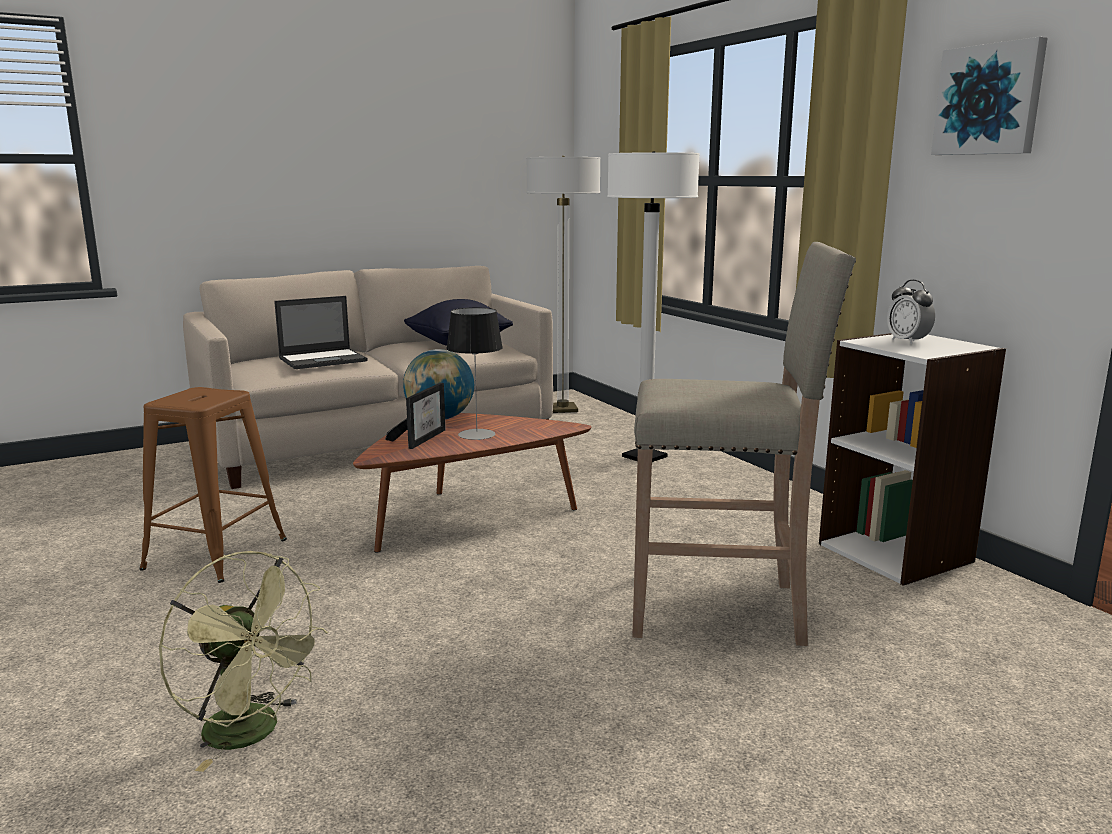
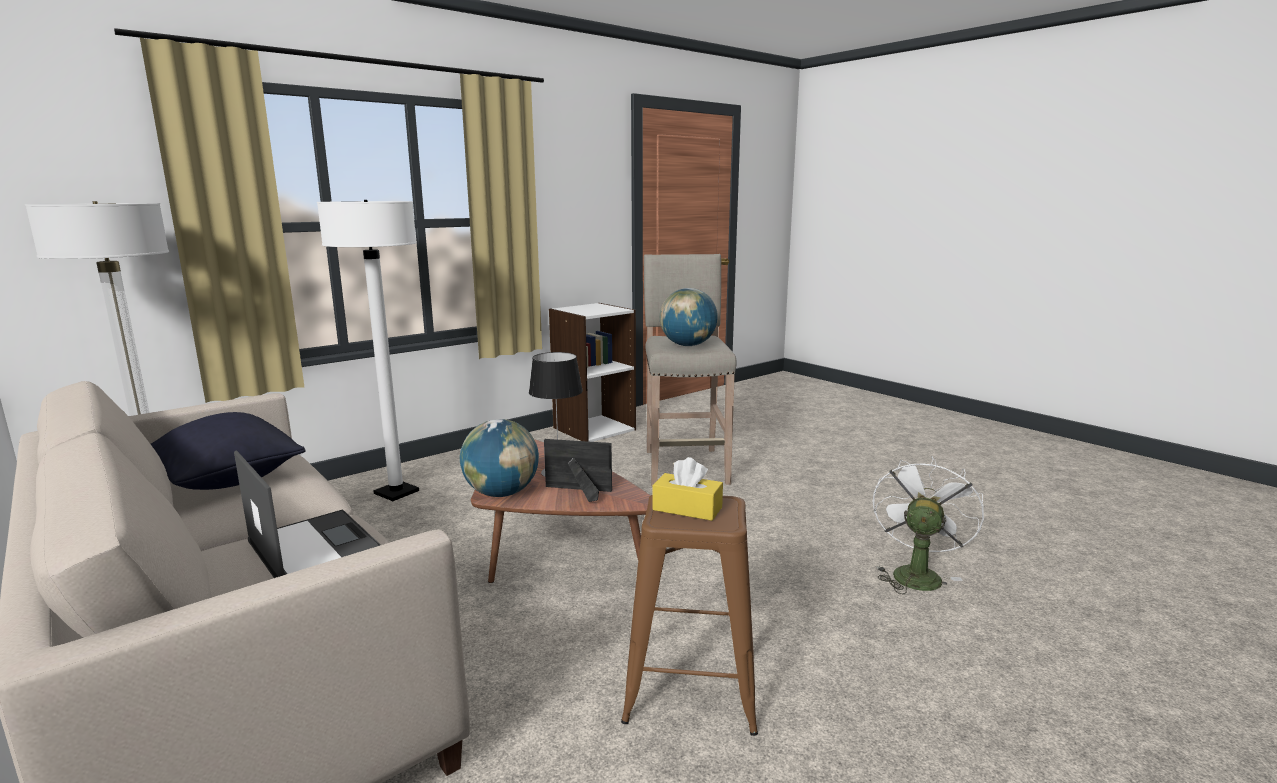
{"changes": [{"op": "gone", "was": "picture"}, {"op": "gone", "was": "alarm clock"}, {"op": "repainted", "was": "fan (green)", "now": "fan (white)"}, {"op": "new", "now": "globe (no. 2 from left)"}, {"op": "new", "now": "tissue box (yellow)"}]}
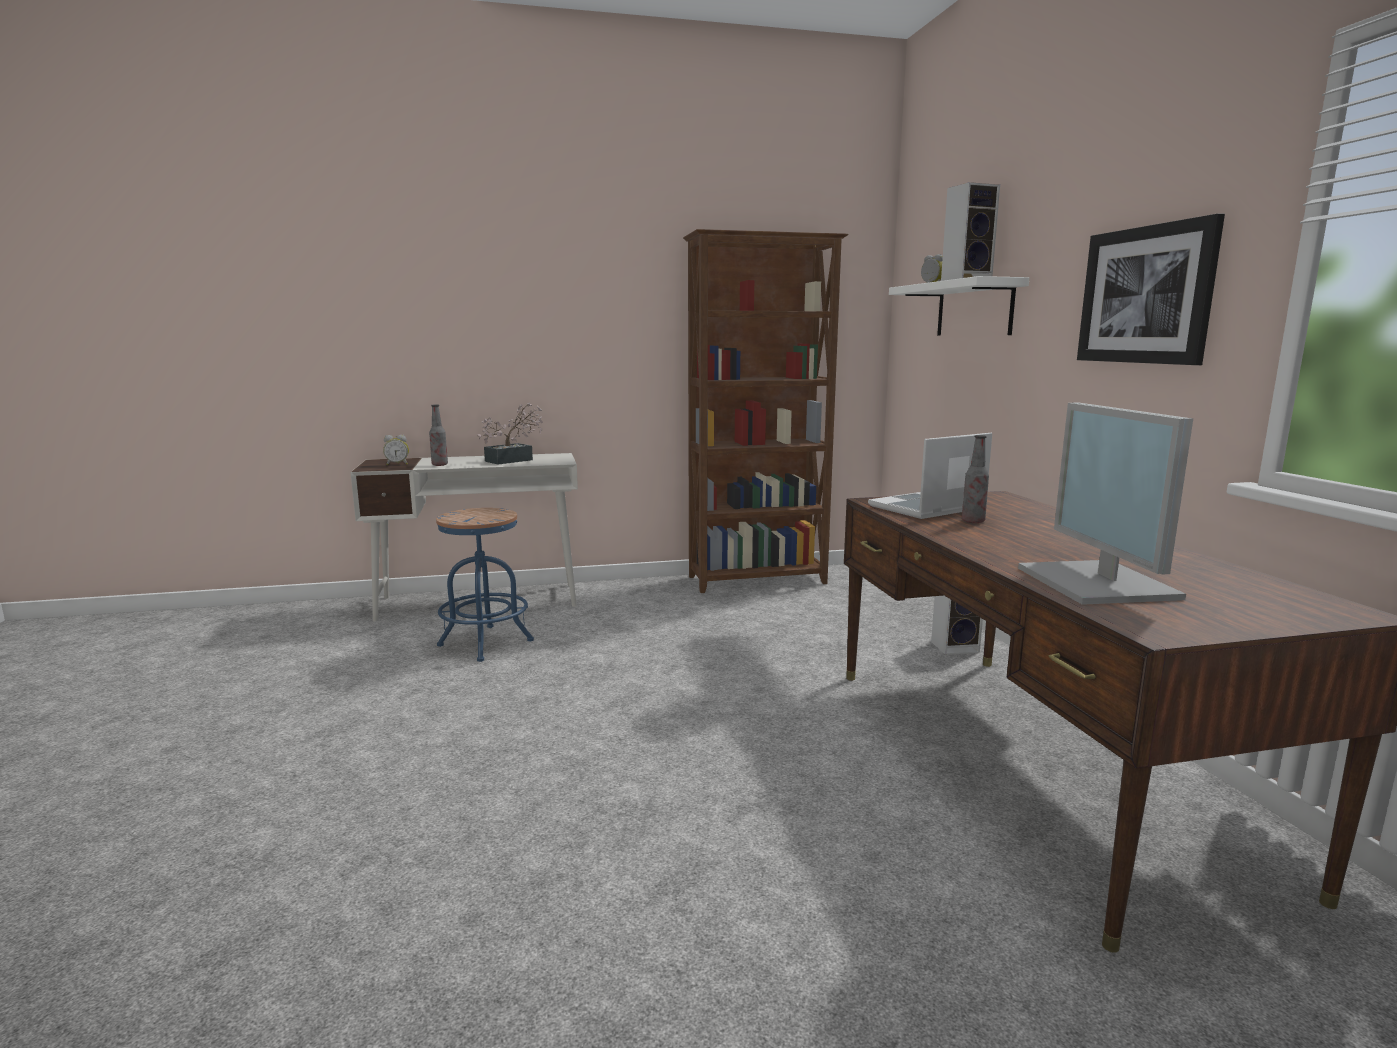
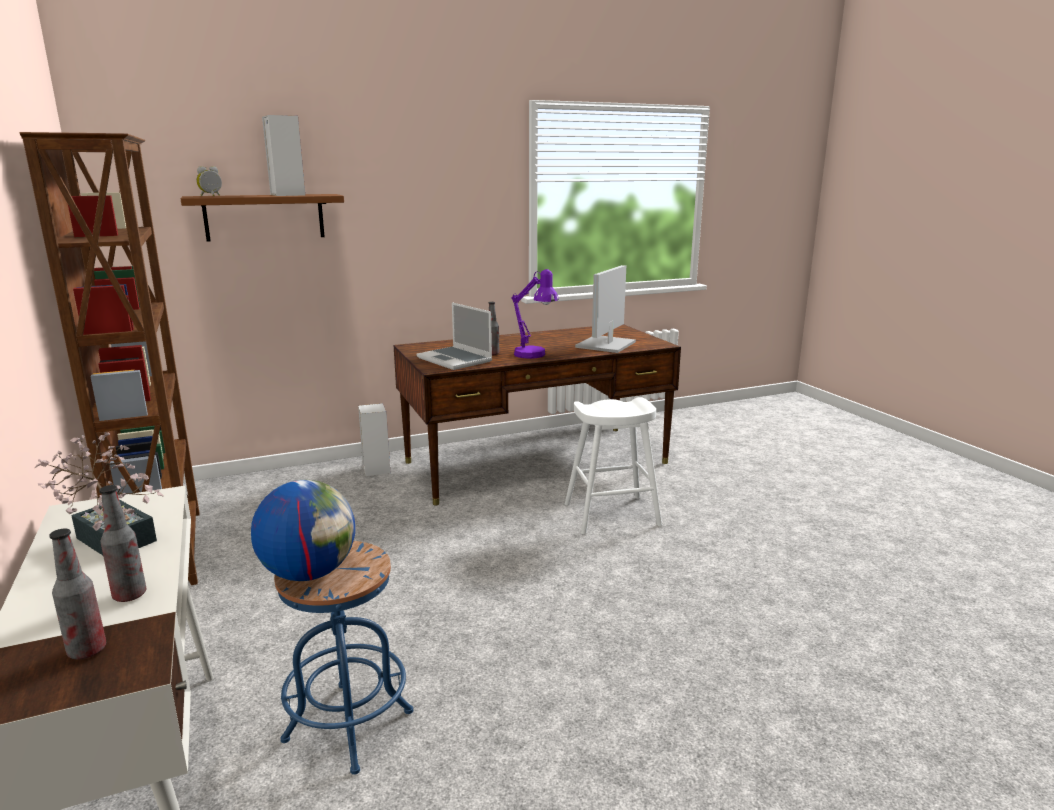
{"changes": [{"op": "gone", "was": "picture"}, {"op": "repainted", "was": "shelf (white)", "now": "shelf (brown)"}, {"op": "rotated", "was": "monitor", "clockwise": 135}, {"op": "swapped", "was": "alarm clock (no. 1 from left)", "now": "bottle (no. 1 from left)"}, {"op": "new", "now": "table lamp (purple)"}, {"op": "new", "now": "stool (white)"}, {"op": "new", "now": "globe"}]}
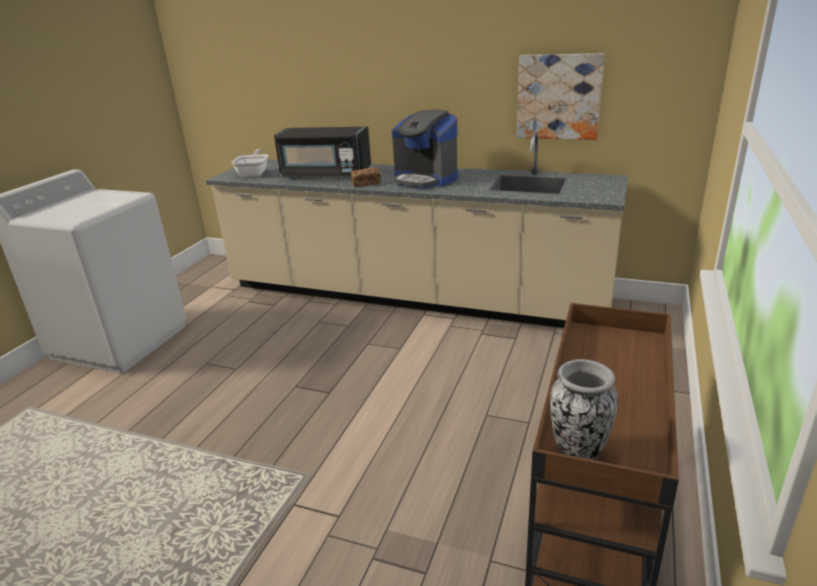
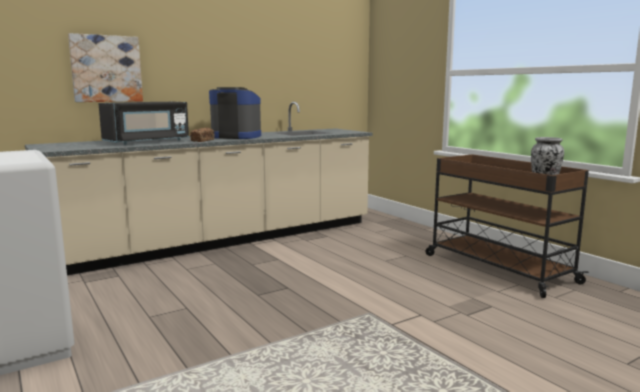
{"changes": [{"op": "shifted", "was": "picture"}, {"op": "rotated", "was": "coffee machine", "clockwise": -150}, {"op": "gone", "was": "frying pan"}]}
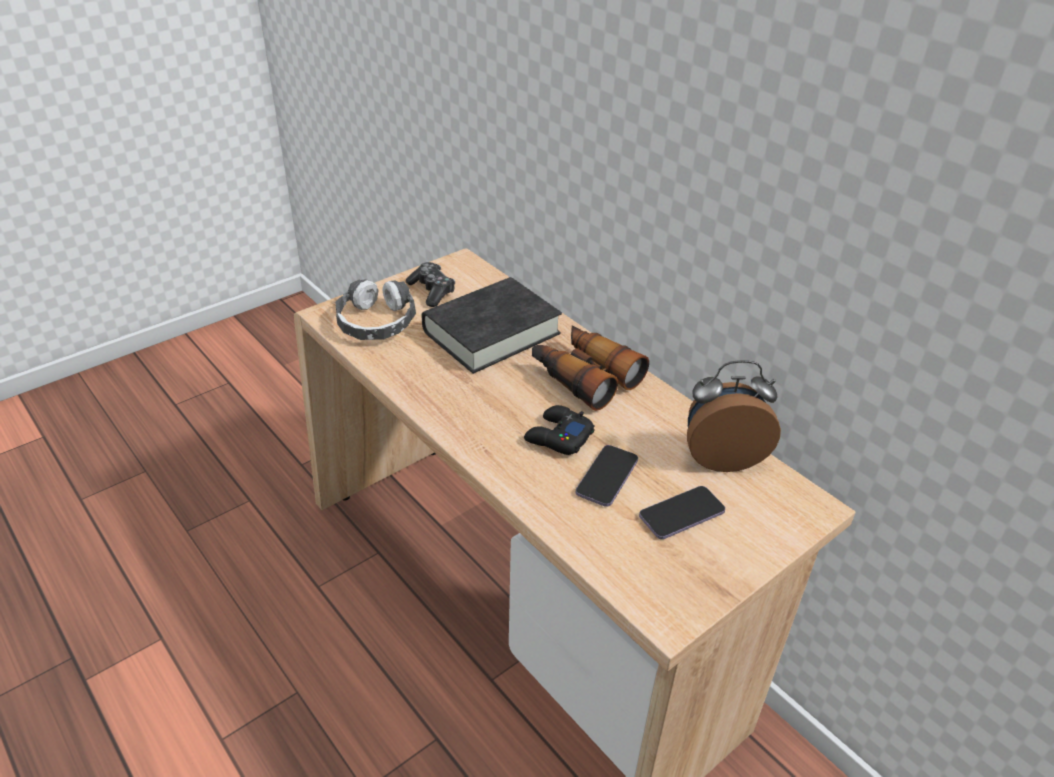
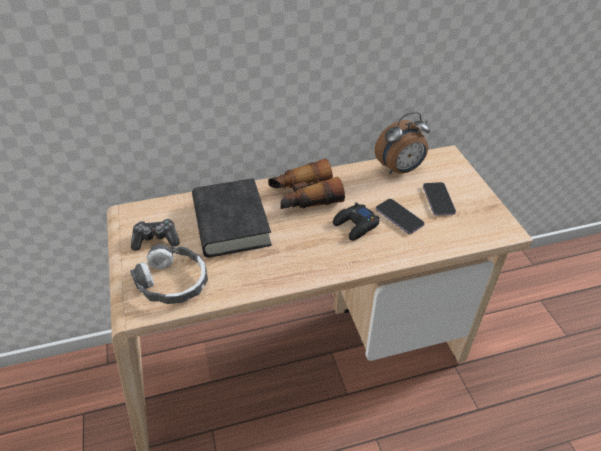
{"changes": [{"op": "rotated", "was": "alarm clock", "clockwise": -135}]}
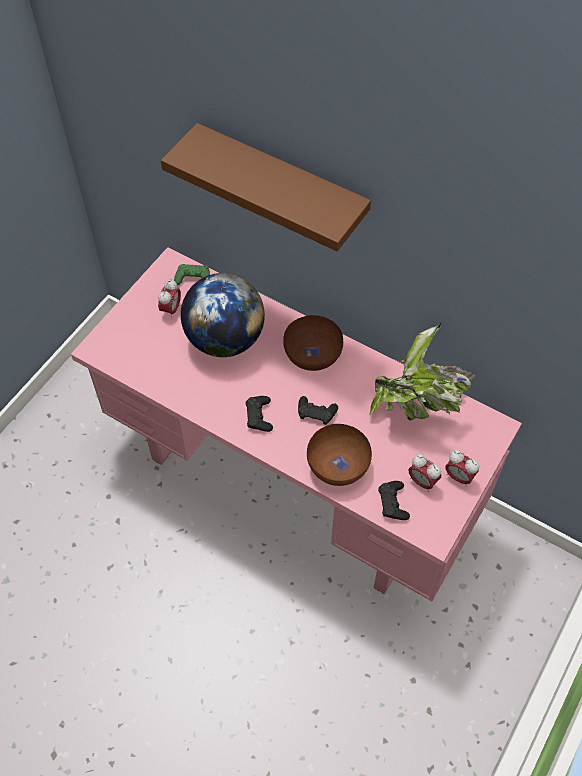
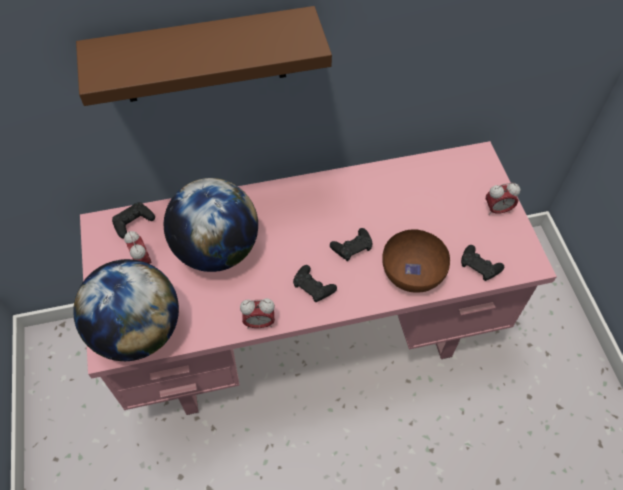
{"changes": [{"op": "repainted", "was": "game controller (green)", "now": "game controller (black) (no. 1 from left)"}, {"op": "gone", "was": "bowl (brown) (no. 1 from left)"}, {"op": "gone", "was": "potted plant"}, {"op": "shifted", "was": "alarm clock (no. 2 from left)"}, {"op": "new", "now": "globe (no. 1 from left)"}]}
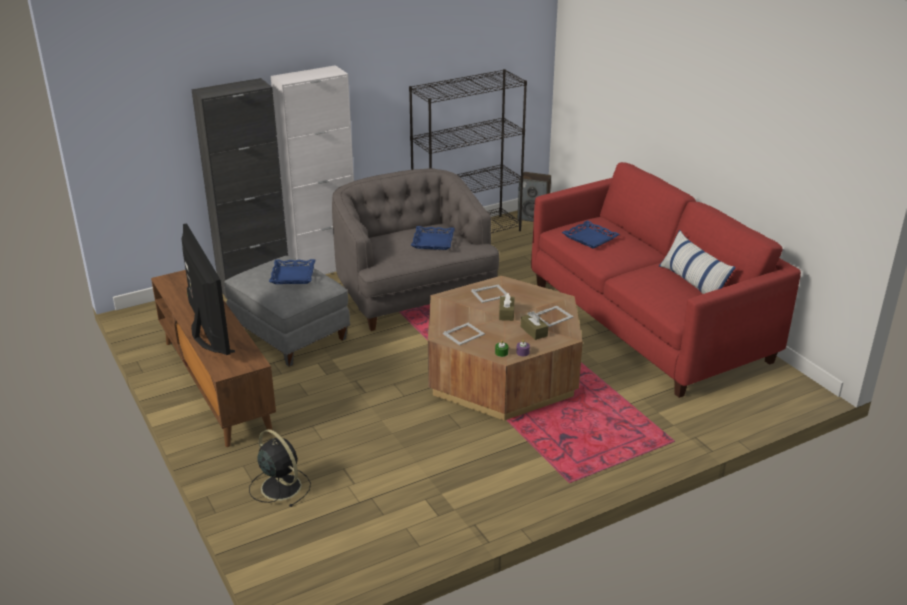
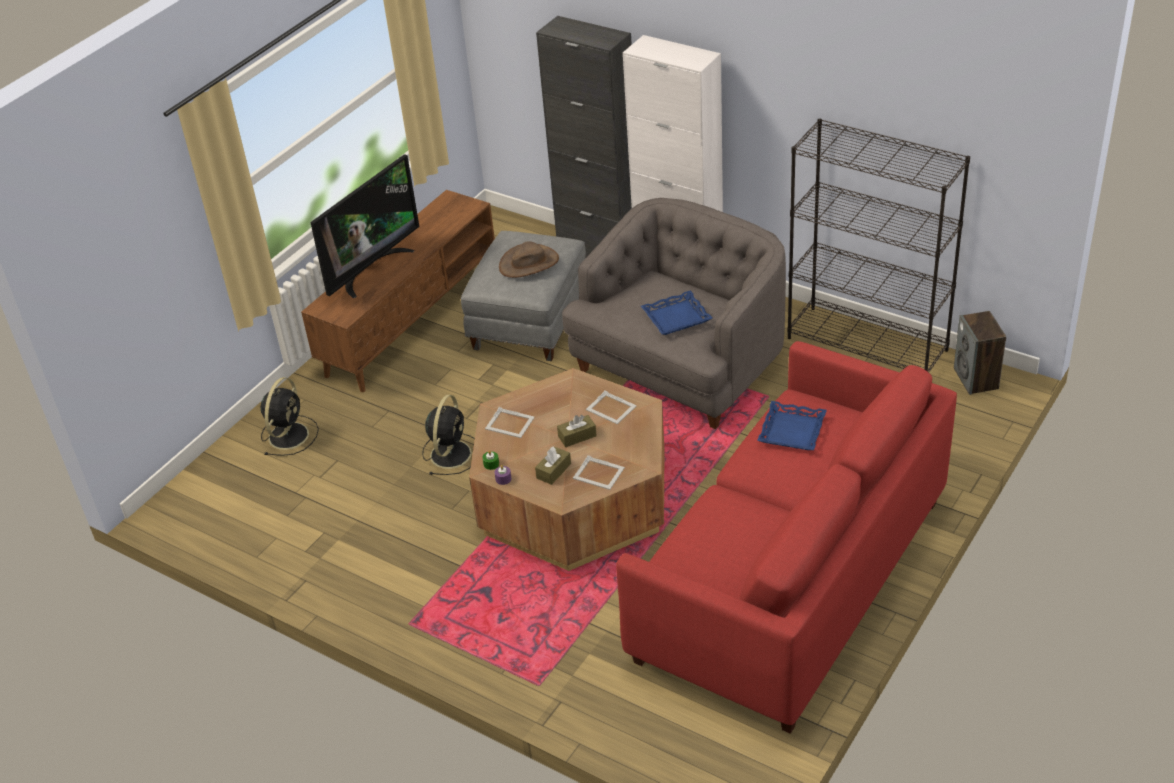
{"changes": [{"op": "gone", "was": "pillow"}, {"op": "swapped", "was": "tray (blue) (no. 1 from left)", "now": "hat (brown)"}, {"op": "new", "now": "fan (black) (no. 2 from left)"}]}
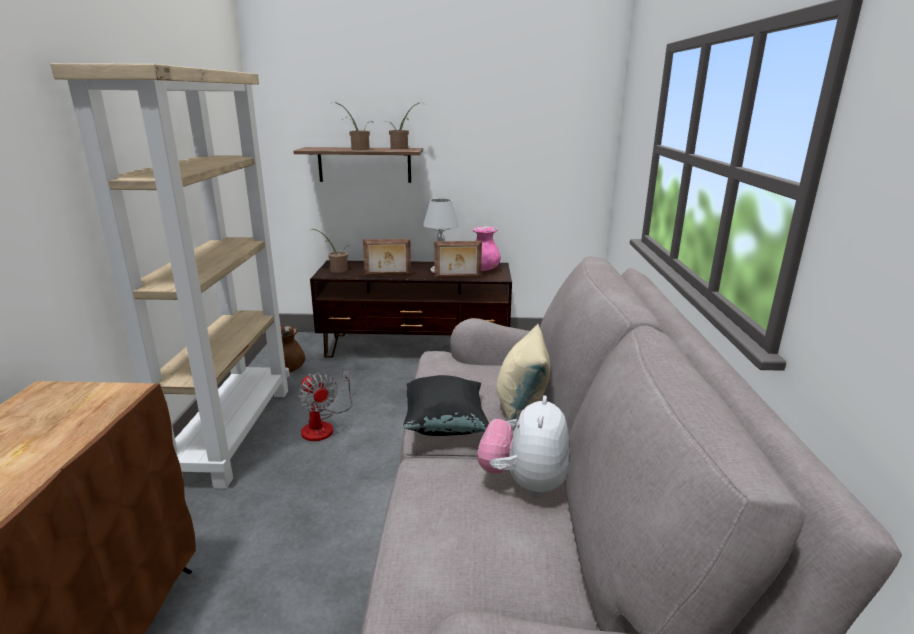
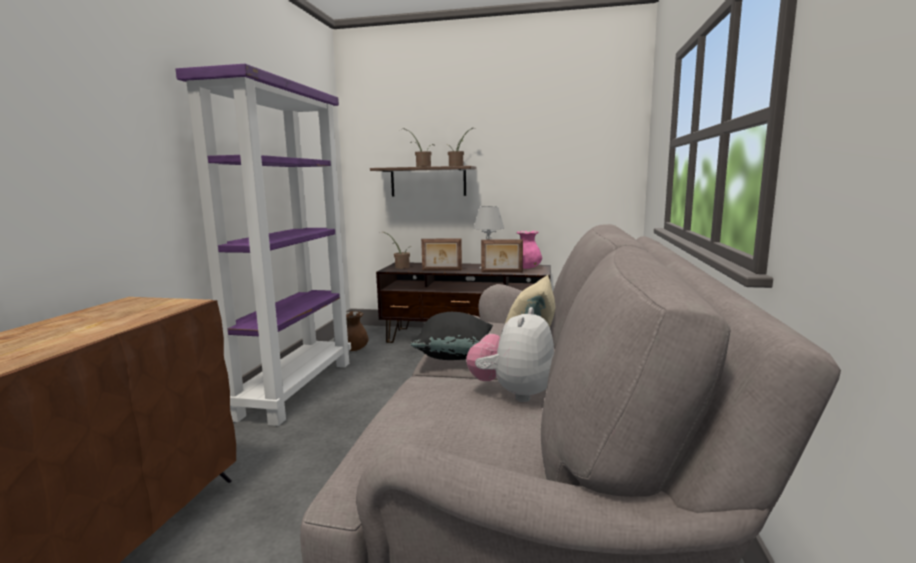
{"changes": [{"op": "repainted", "was": "bookcase (beige)", "now": "bookcase (purple)"}, {"op": "gone", "was": "fan"}]}
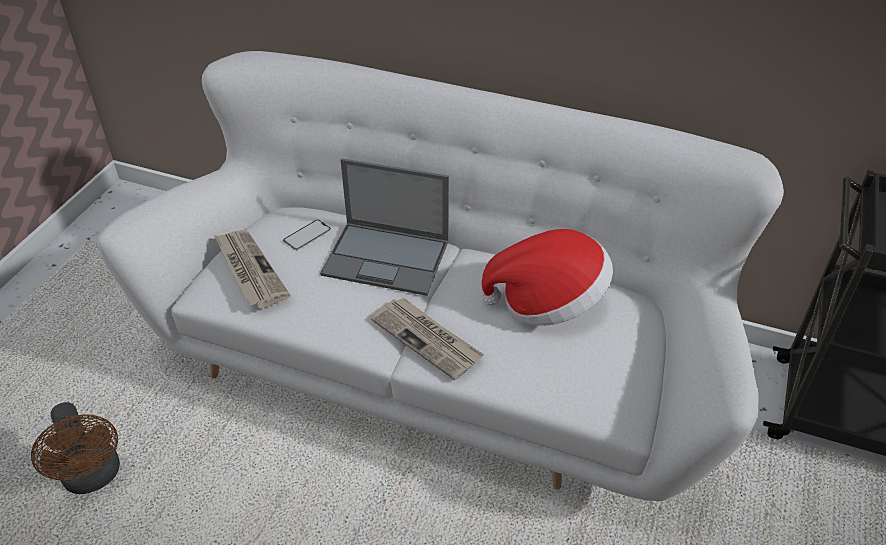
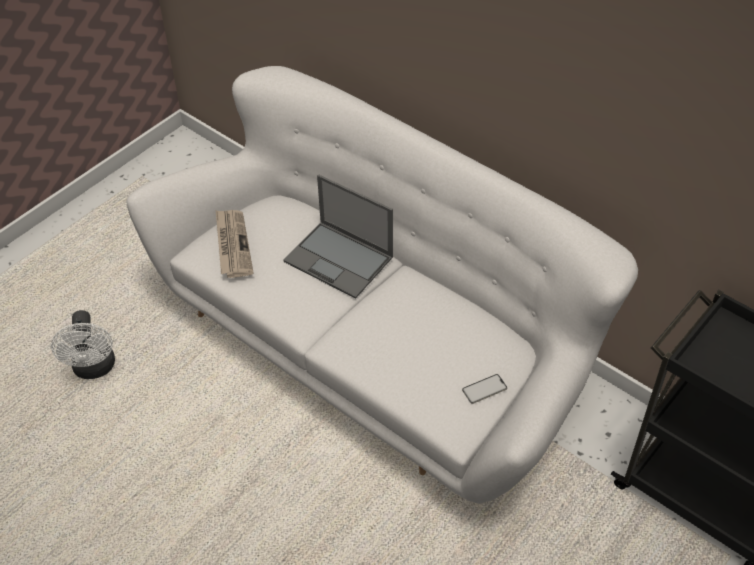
{"changes": [{"op": "shifted", "was": "phone"}, {"op": "gone", "was": "hat"}, {"op": "gone", "was": "newspaper (no. 2 from left)"}, {"op": "repainted", "was": "fan (brown)", "now": "fan (white)"}]}
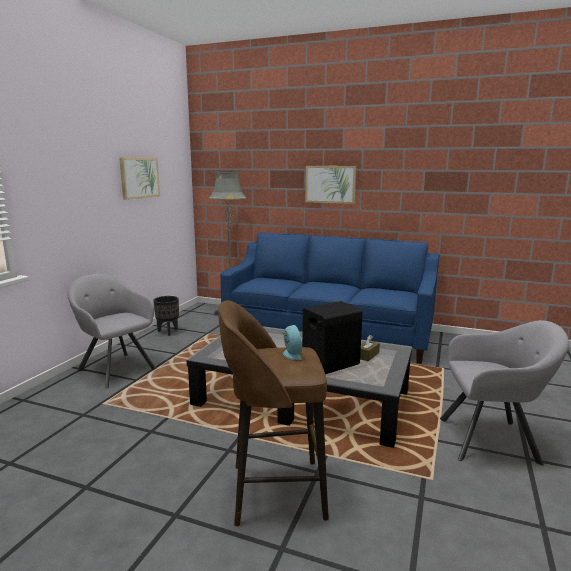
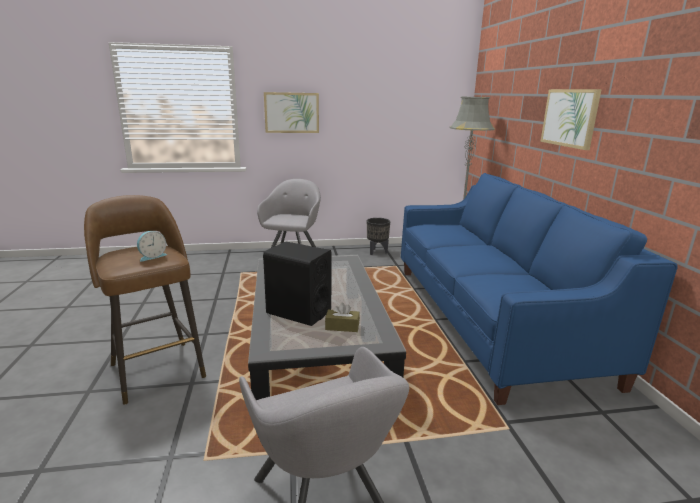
{"changes": [{"op": "shifted", "was": "picture (no. 1 from left)"}]}
